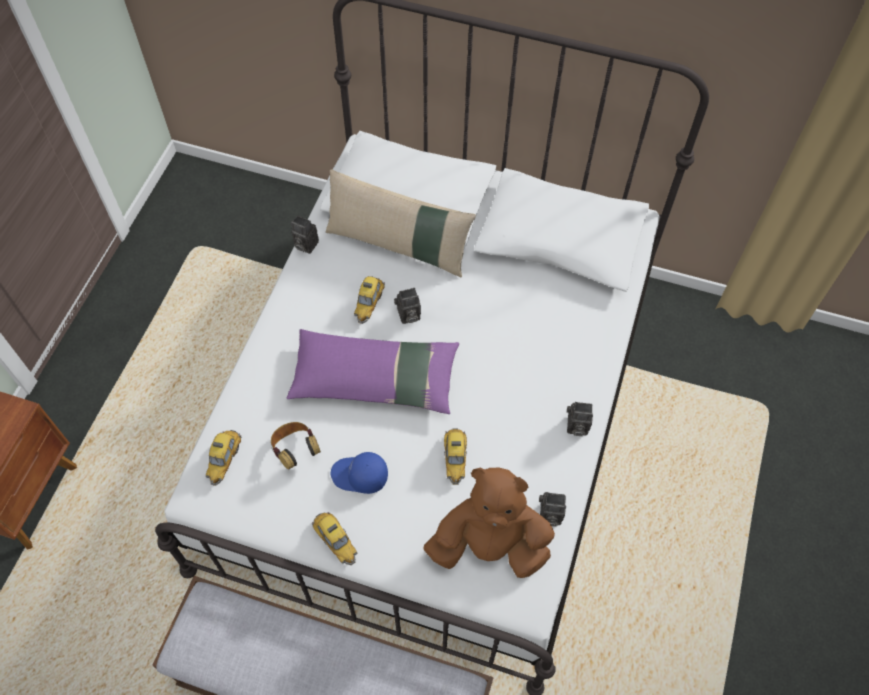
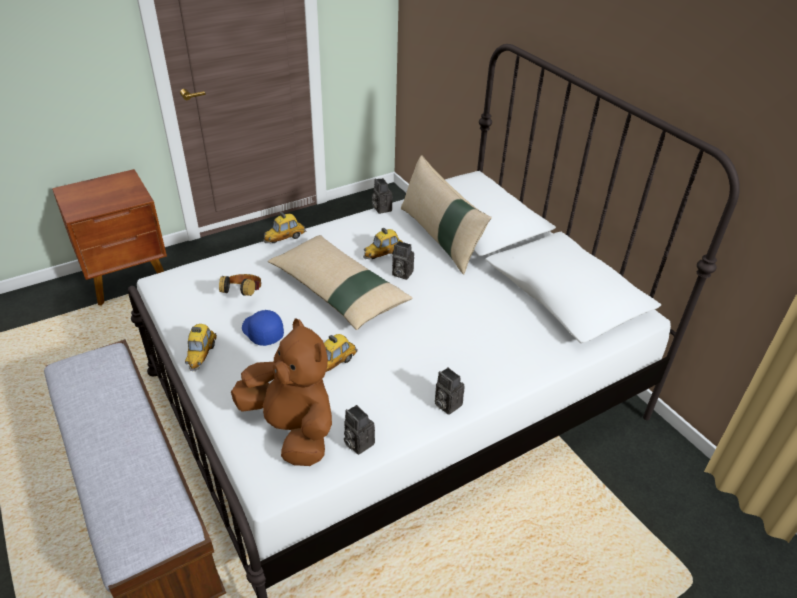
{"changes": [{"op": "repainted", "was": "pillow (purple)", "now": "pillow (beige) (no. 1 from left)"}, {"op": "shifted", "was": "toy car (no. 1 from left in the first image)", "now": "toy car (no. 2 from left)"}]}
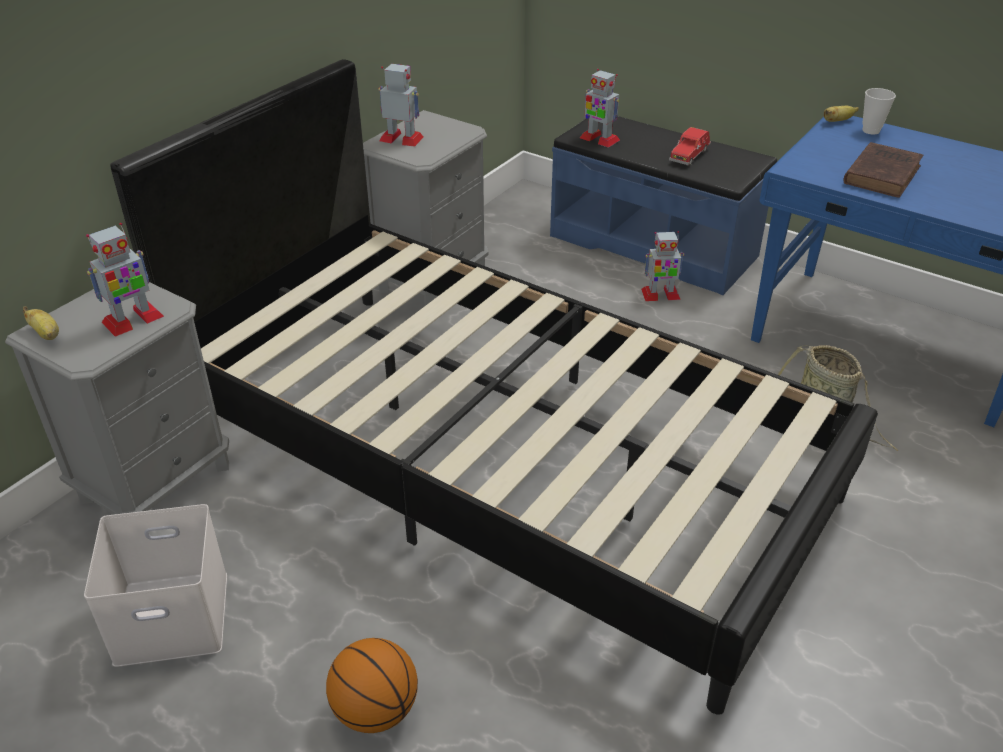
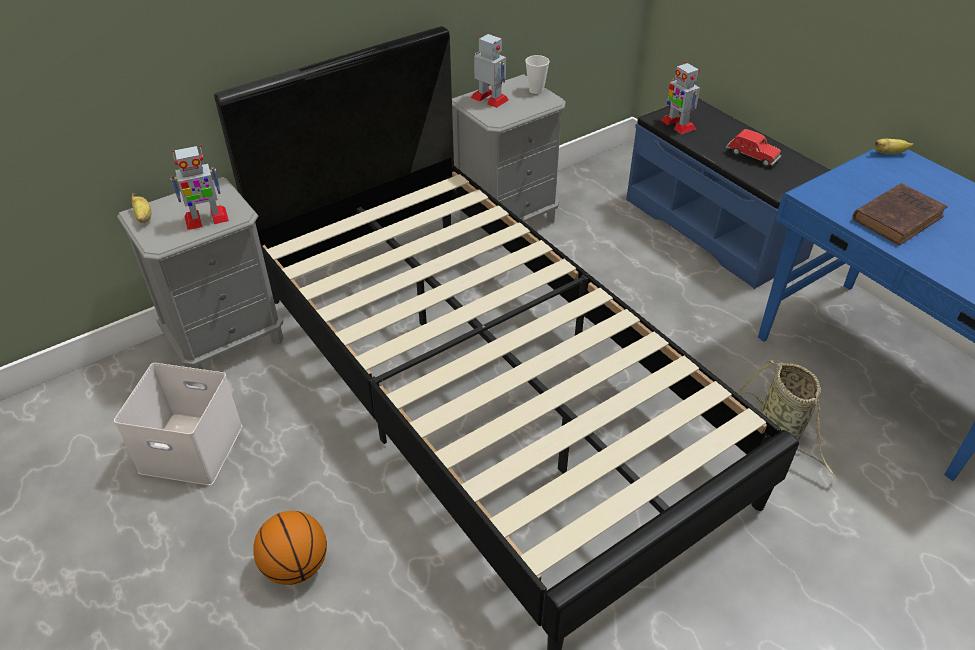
{"changes": [{"op": "shifted", "was": "cup"}, {"op": "rotated", "was": "toy car (red)", "clockwise": -105}, {"op": "gone", "was": "toy robot (no. 4 from left)"}]}
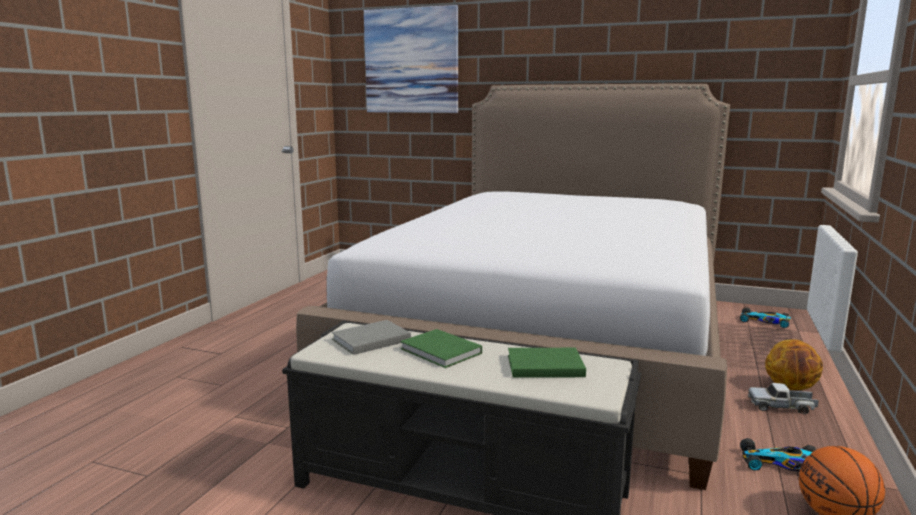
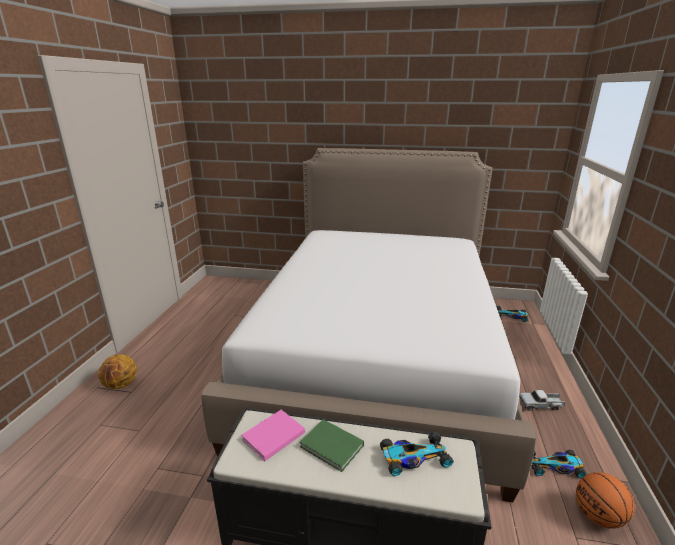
{"changes": [{"op": "gone", "was": "picture"}, {"op": "repainted", "was": "book (grey)", "now": "book (pink)"}, {"op": "shifted", "was": "basketball (no. 1 from left)"}, {"op": "swapped", "was": "book (green) (no. 2 from left)", "now": "toy car (no. 1 from left)"}]}
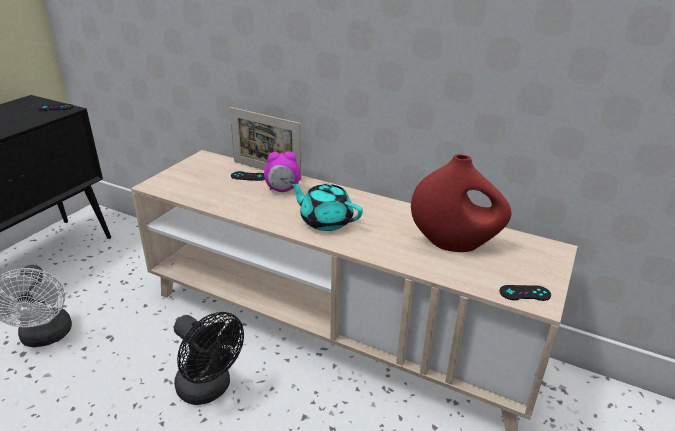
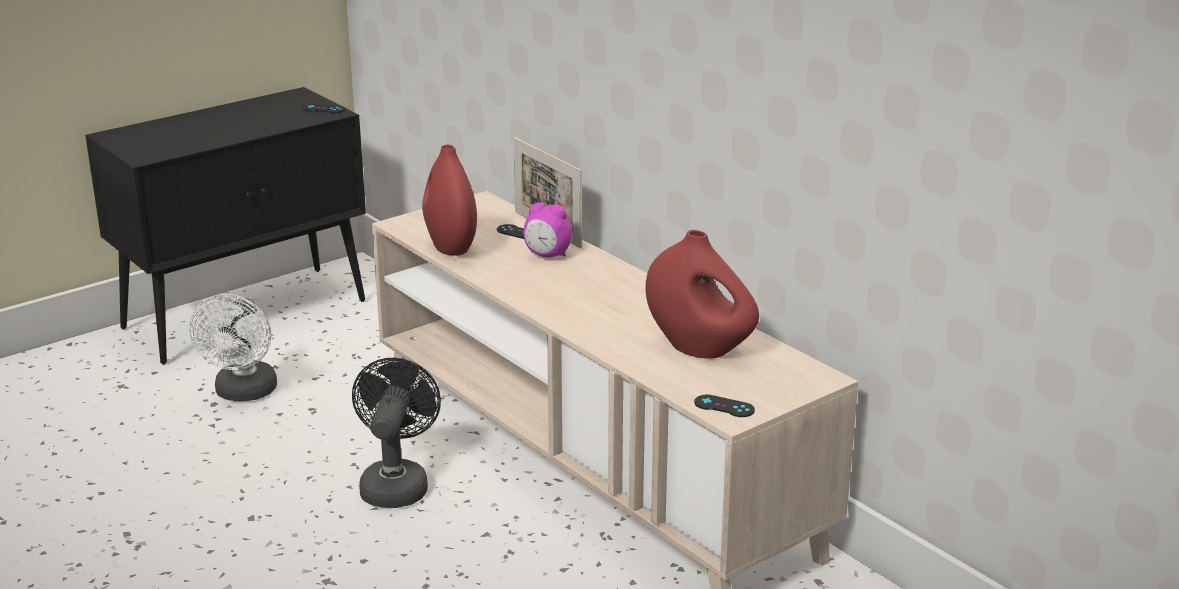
{"changes": [{"op": "gone", "was": "teapot (turquoise)"}, {"op": "rotated", "was": "fan (black)", "clockwise": -150}, {"op": "new", "now": "vase (red) (no. 1 from left)"}]}
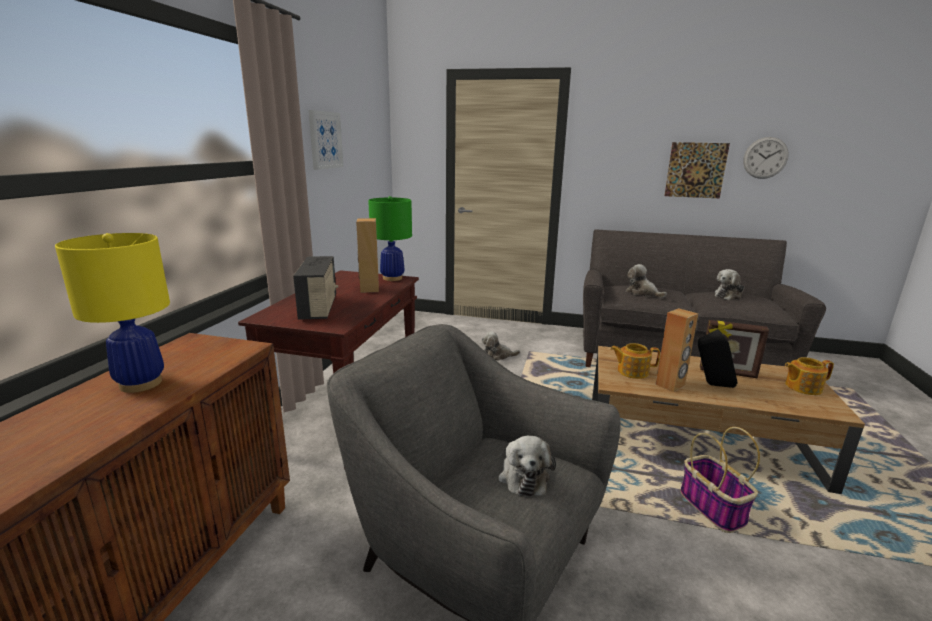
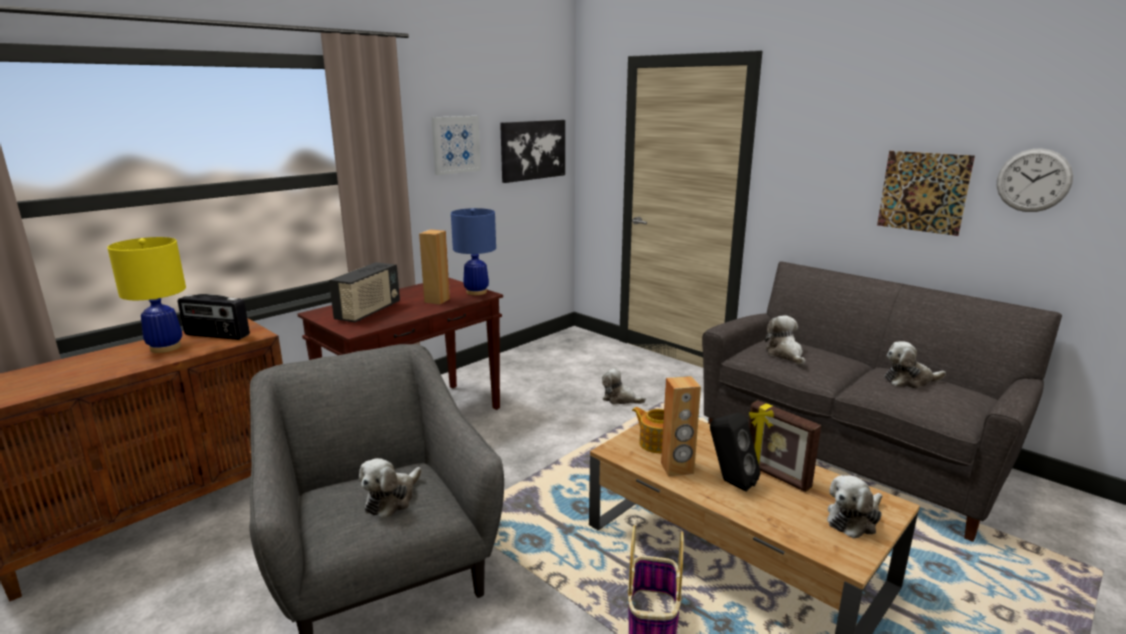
{"changes": [{"op": "repainted", "was": "table lamp (green)", "now": "table lamp (blue)"}, {"op": "swapped", "was": "teapot (no. 2 from left)", "now": "plush toy (no. 4 from left)"}, {"op": "new", "now": "picture (no. 2 from left)"}, {"op": "new", "now": "radio (no. 1 from left)"}]}
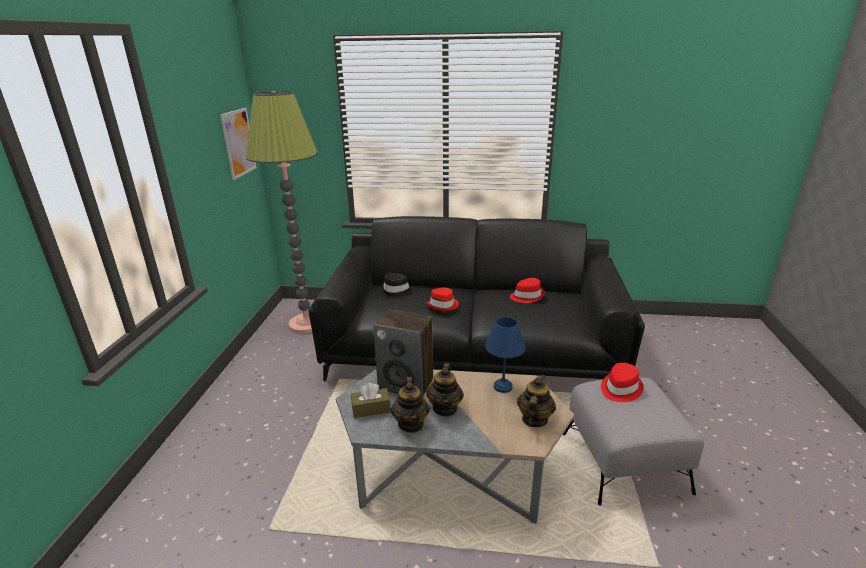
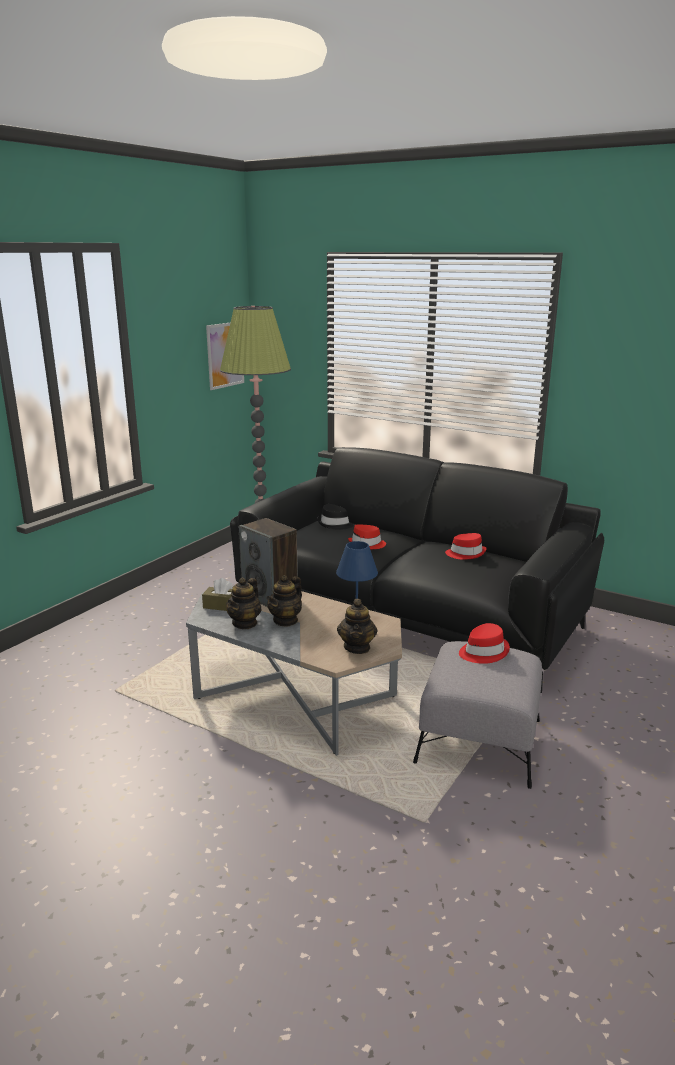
{"changes": [{"op": "rotated", "was": "teapot (no. 3 from left)", "clockwise": 135}]}
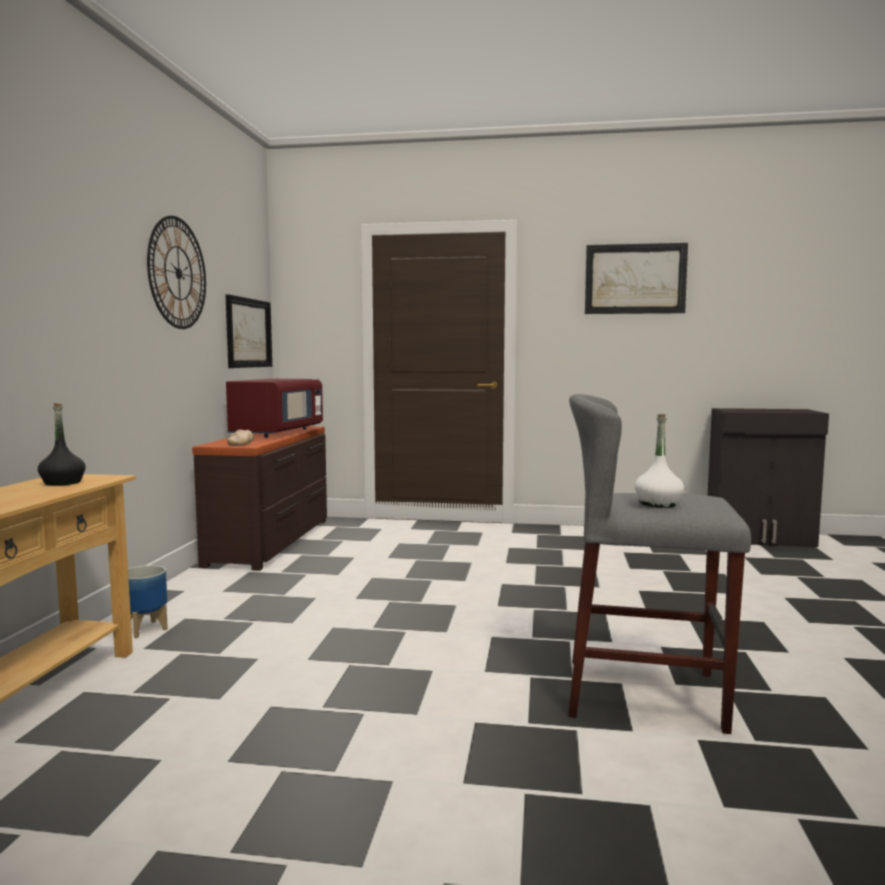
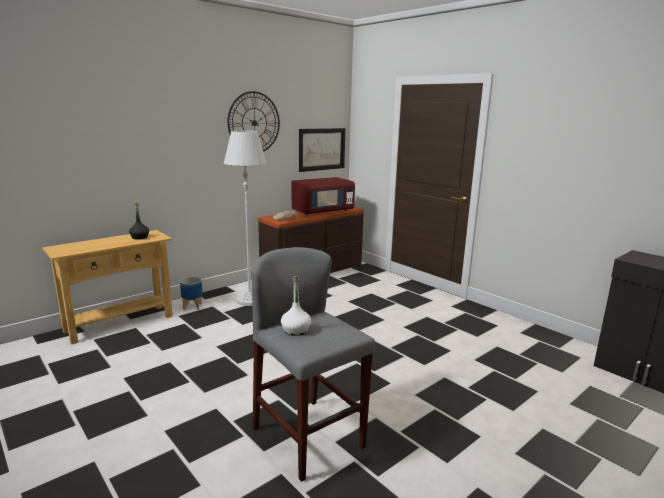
{"changes": [{"op": "gone", "was": "picture (no. 2 from left)"}, {"op": "new", "now": "floor lamp (white)"}]}
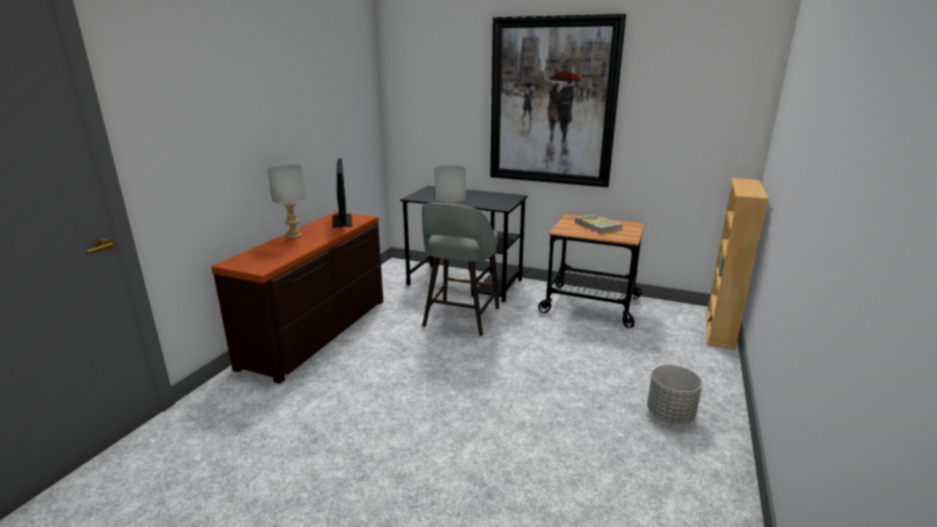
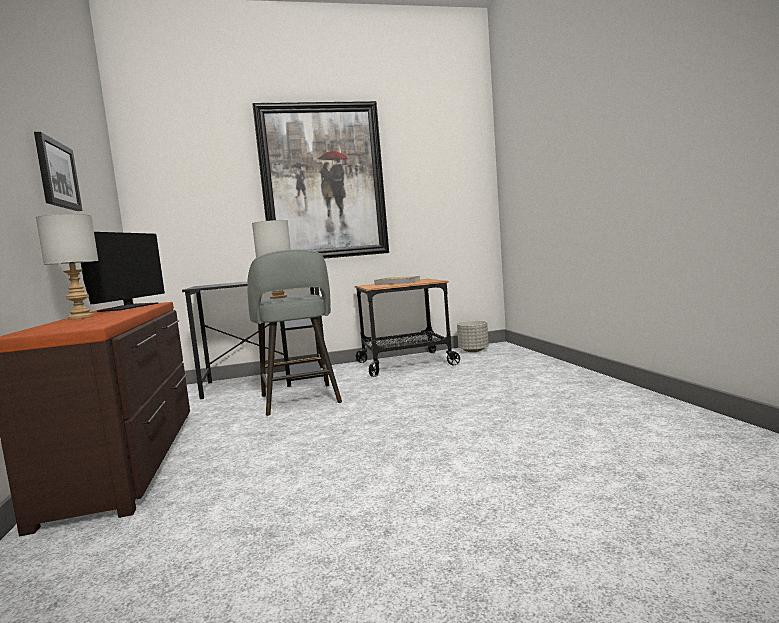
{"changes": [{"op": "rotated", "was": "monitor", "clockwise": 60}, {"op": "gone", "was": "bookcase (beige)"}, {"op": "shifted", "was": "planter (grey)"}, {"op": "new", "now": "picture (no. 1 from left)"}]}
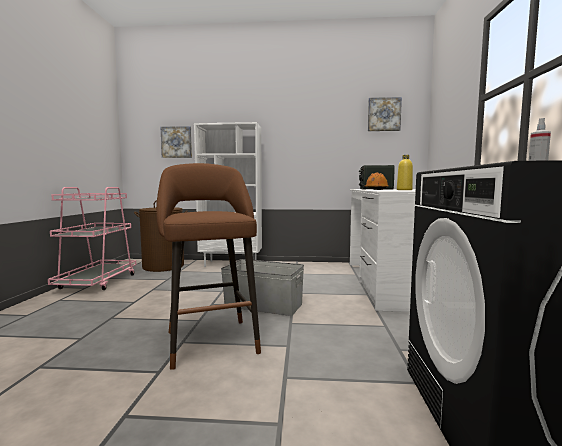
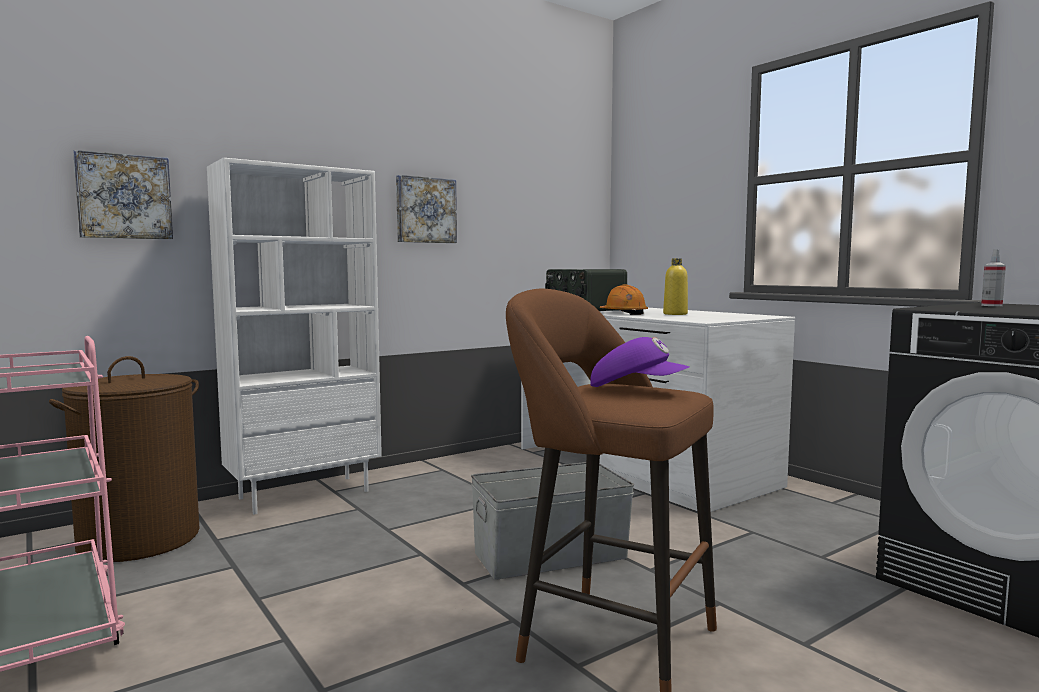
{"changes": [{"op": "shifted", "was": "picture (no. 2 from left)"}, {"op": "new", "now": "cap (purple)"}]}
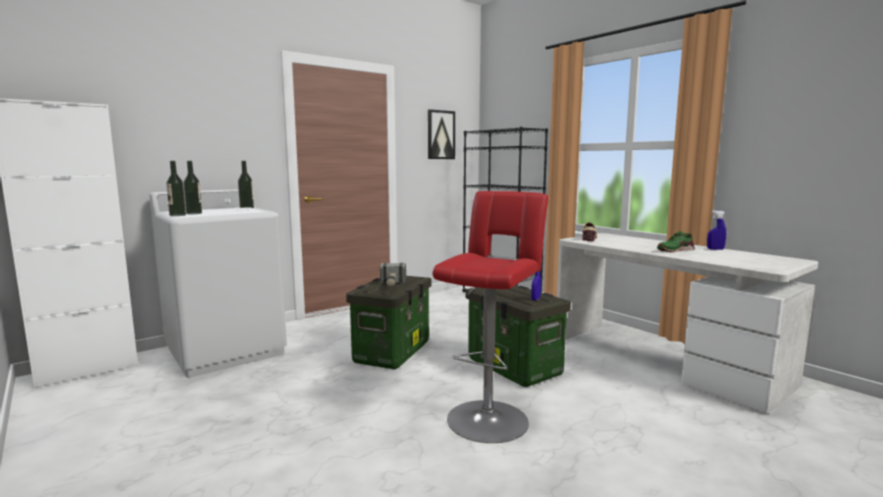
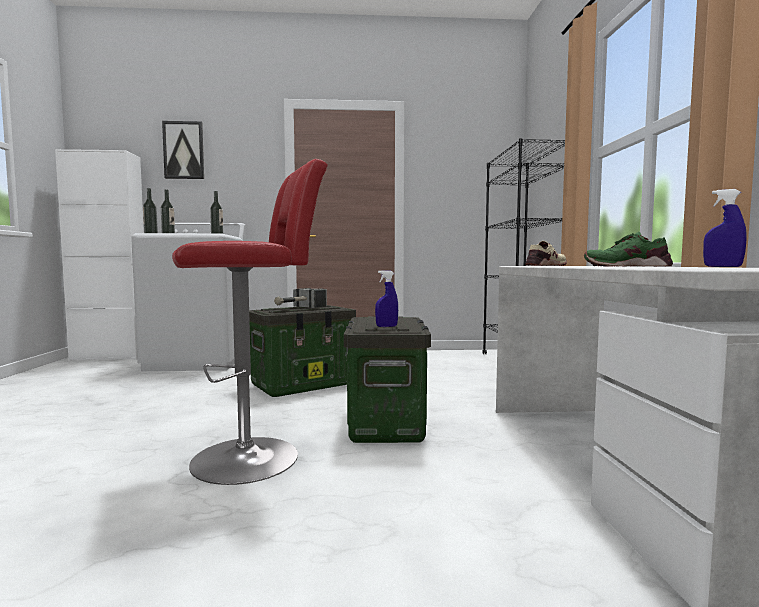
{"changes": [{"op": "shifted", "was": "picture"}]}
